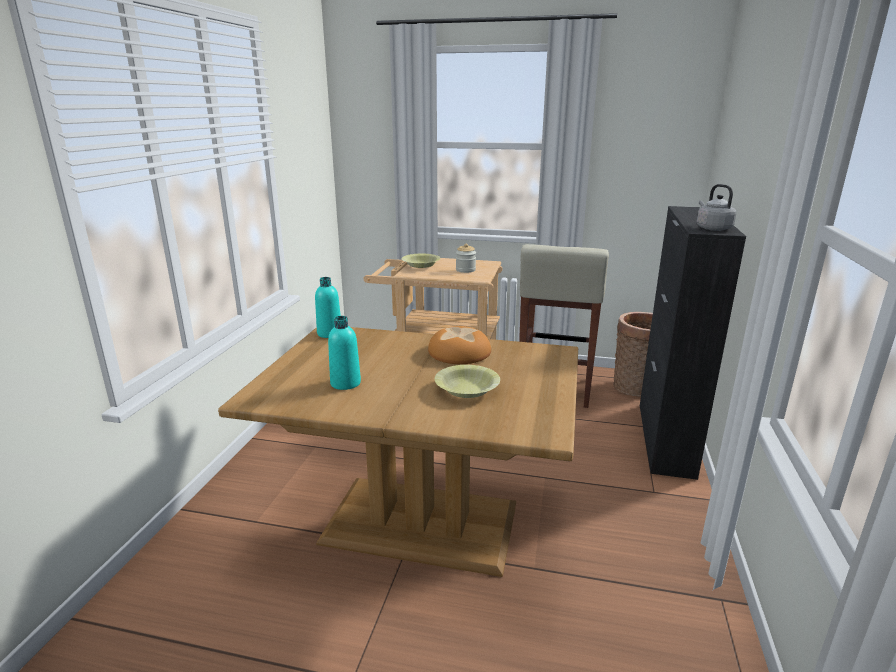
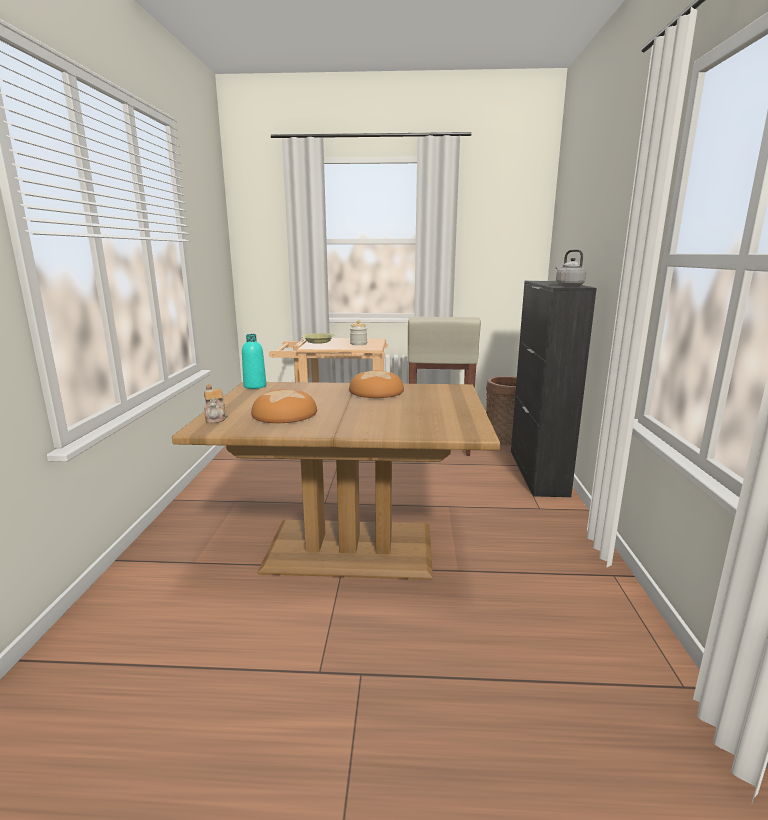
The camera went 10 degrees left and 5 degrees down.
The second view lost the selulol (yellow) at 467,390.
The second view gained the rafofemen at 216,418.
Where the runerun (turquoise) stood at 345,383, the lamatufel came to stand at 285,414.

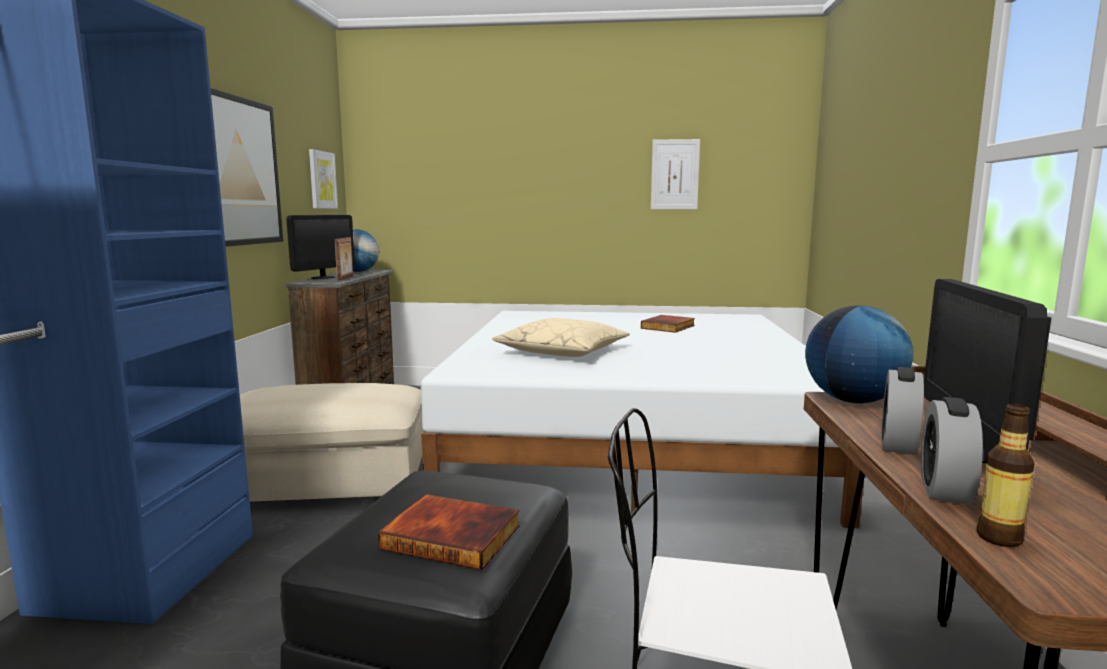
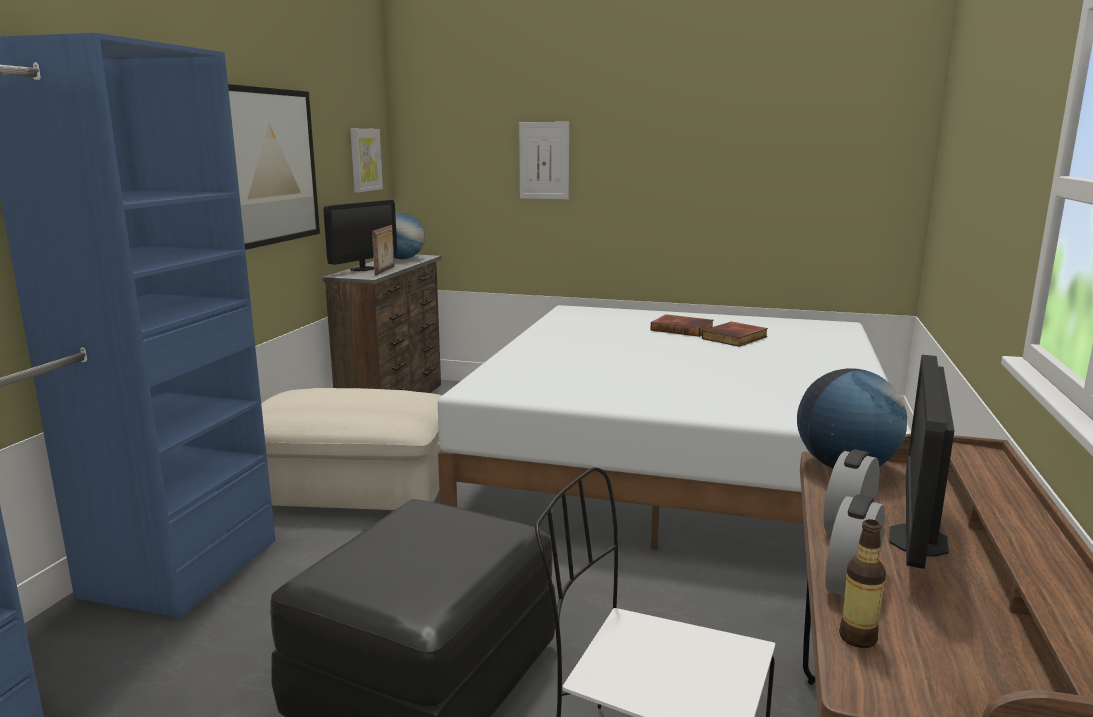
The camera went 10 degrees right and 5 degrees up.
The second view lost the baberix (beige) at 562,352.
The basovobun ended up elsewhere, having gone from 453,536 to 682,329.
The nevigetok ended up elsewhere, having gone from 675,174 to 544,160.

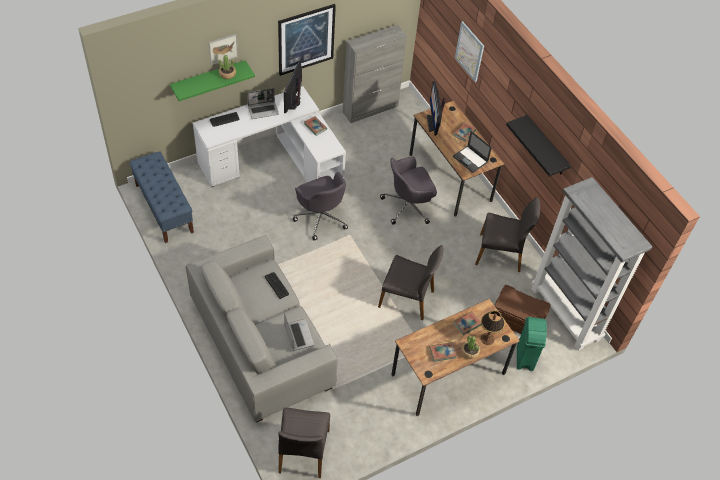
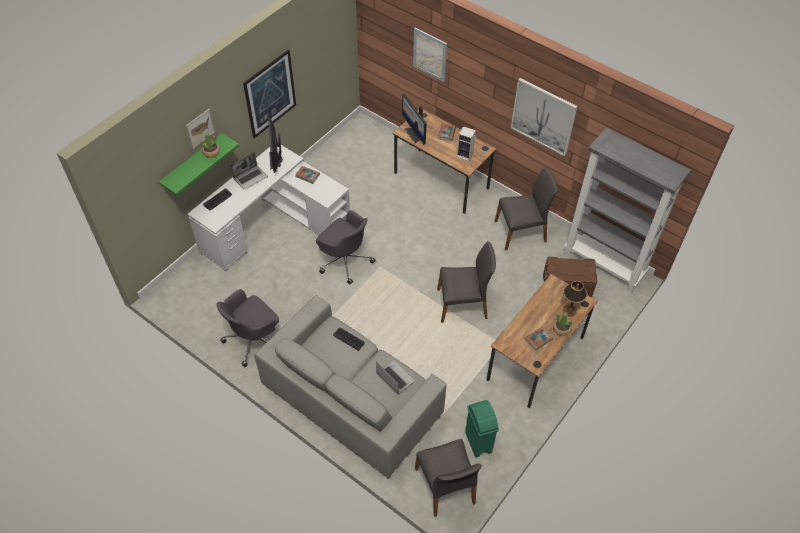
The camera went 20 degrees left and 0 degrees up.
The second view lost the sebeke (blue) at 164,208.
The second view lost the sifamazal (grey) at 370,109.
The second view lost the basovobun at 467,324.
The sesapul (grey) ended up elsewhere, having gone from 408,206 to 254,339.
The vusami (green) ended up elsewhere, having gone from 524,358 to 478,443.
Where the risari stood at 470,159, the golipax came to stand at 465,155.
Where the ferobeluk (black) hung at 546,146, the nevigetok came to hang at 543,116.

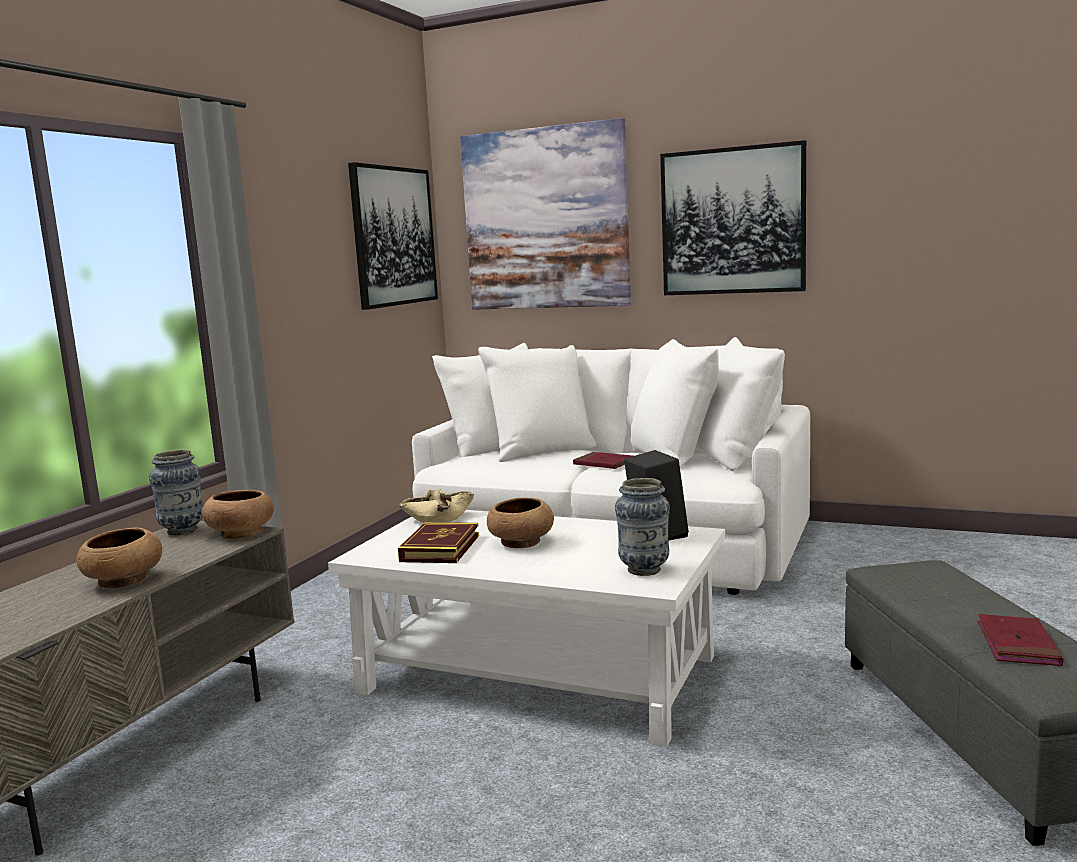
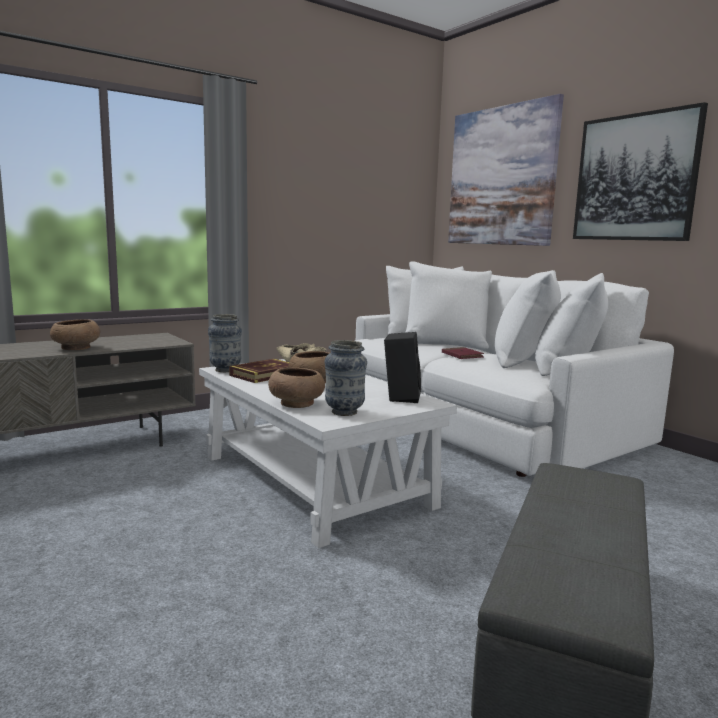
The camera went 30 degrees right and 0 degrees up.
The second view lost the nevigetok at 393,236.
The second view lost the basovobun (red) at 1017,644.
The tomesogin ended up elsewhere, having gone from 182,531 to 225,370.
The selulol (brown) ended up elsewhere, having gone from 241,533 to 297,403.

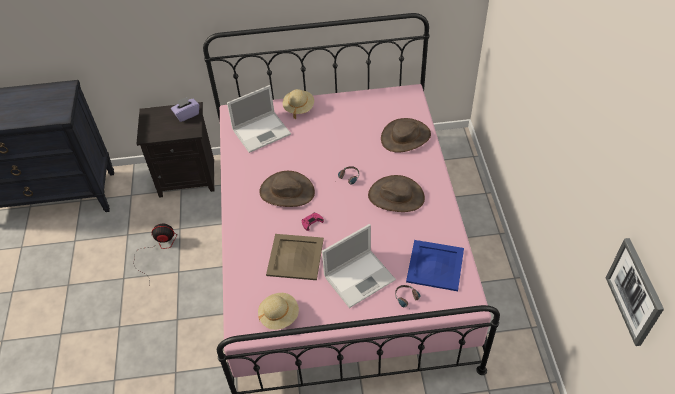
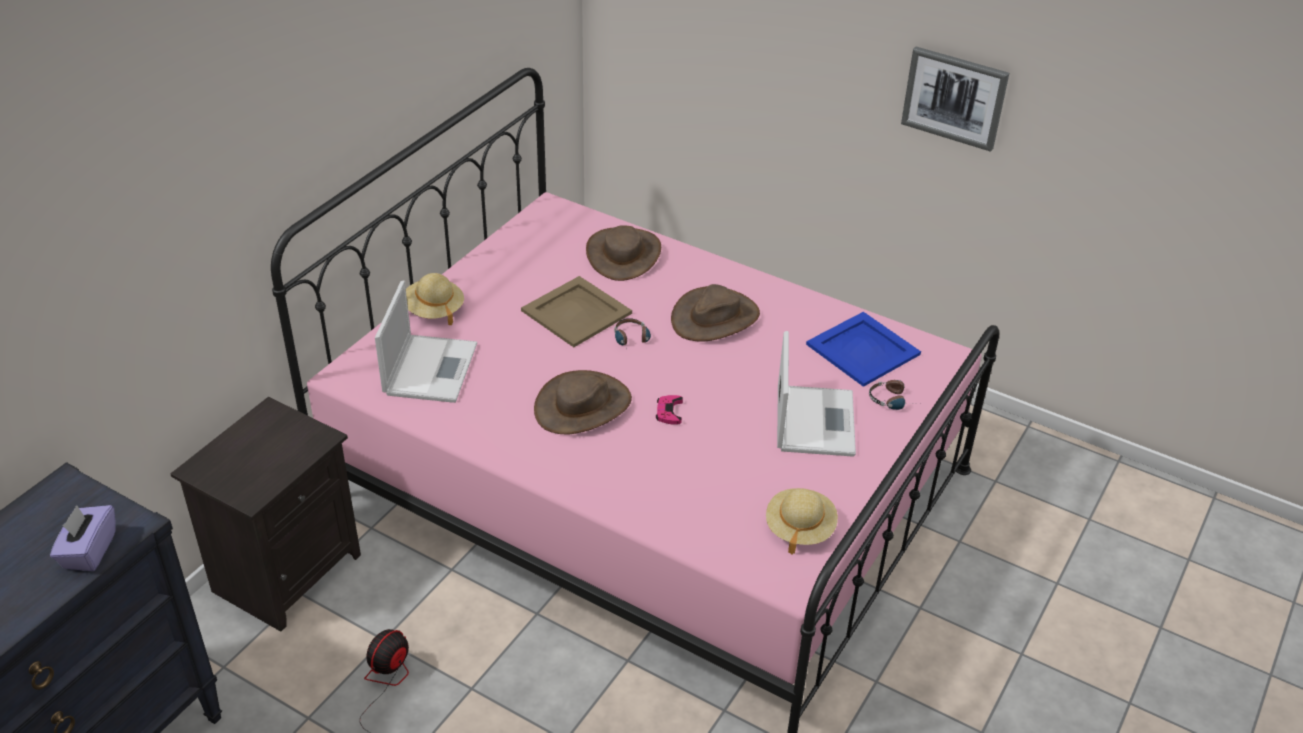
The camera went 55 degrees left and 10 degrees down.
The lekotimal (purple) ended up elsewhere, having gone from 187,114 to 89,551.
The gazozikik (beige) ended up elsewhere, having gone from 295,257 to 577,312.
The nevigetok ended up elsewhere, having gone from 635,291 to 954,97.

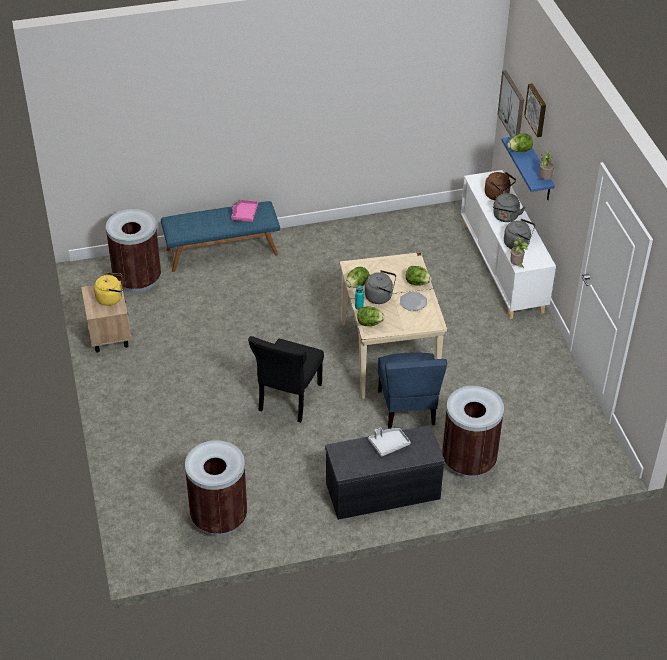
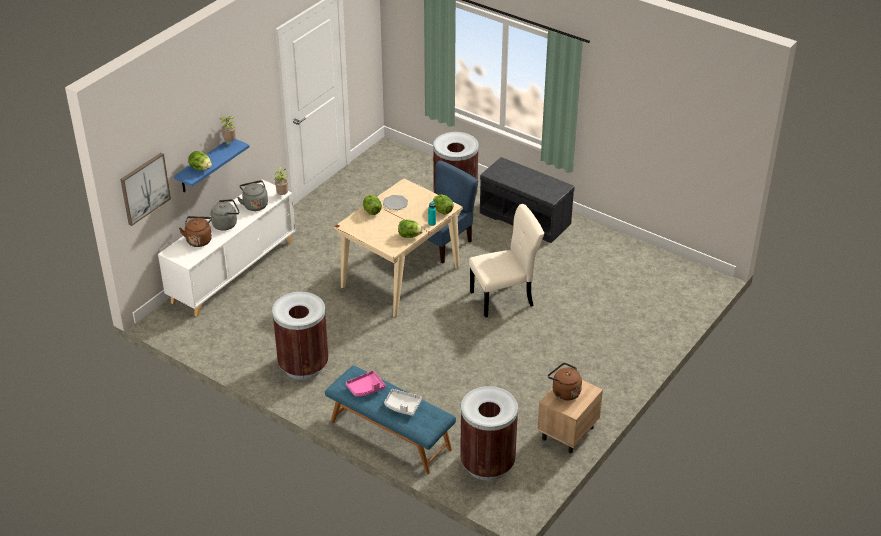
The camera went 130 degrees left and 5 degrees down.
The second view lost the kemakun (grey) at 380,297.
The second view lost the nevigetok at 537,110.
The vusami (brown) ended up elsewhere, having gone from 219,517 to 303,366.
The gazozikik (grey) ended up elsewhere, having gone from 388,444 to 402,406.
What was the kemakun (yellow) at 111,298 turned into the kemakun (brown) at 564,392.
What was the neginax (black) at 288,399 turned into the neginax (beige) at 504,298.

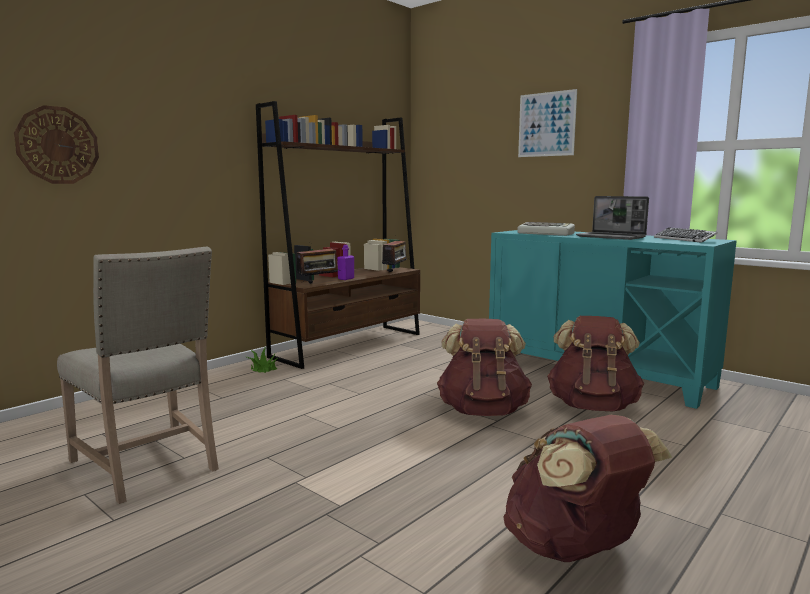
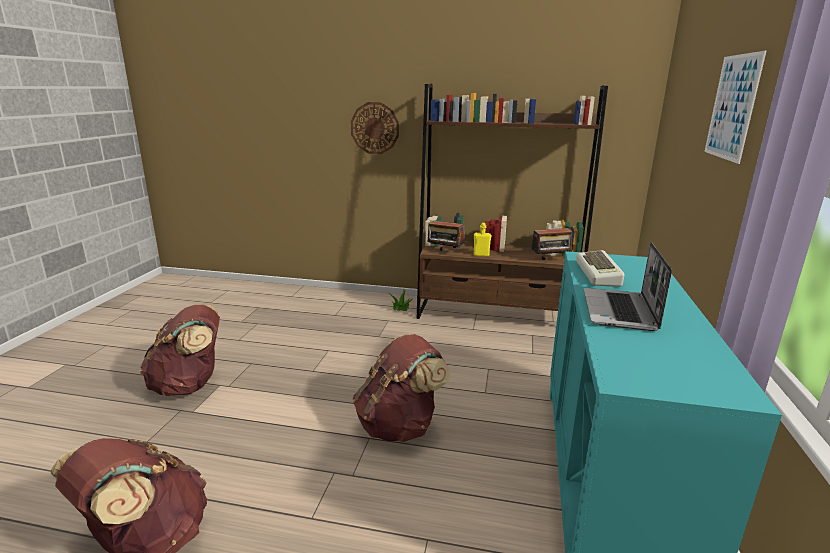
The camera went 60 degrees right and 10 degrees up.
The second view lost the neginax (beige) at 149,465.
The second view lost the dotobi at 684,239.
The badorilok ended up elsewhere, having gone from 57,145 to 375,128.
The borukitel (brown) ended up elsewhere, having gone from 592,406 to 190,385.
What was the runerun (purple) at 346,279 turned into the runerun (yellow) at 481,255.

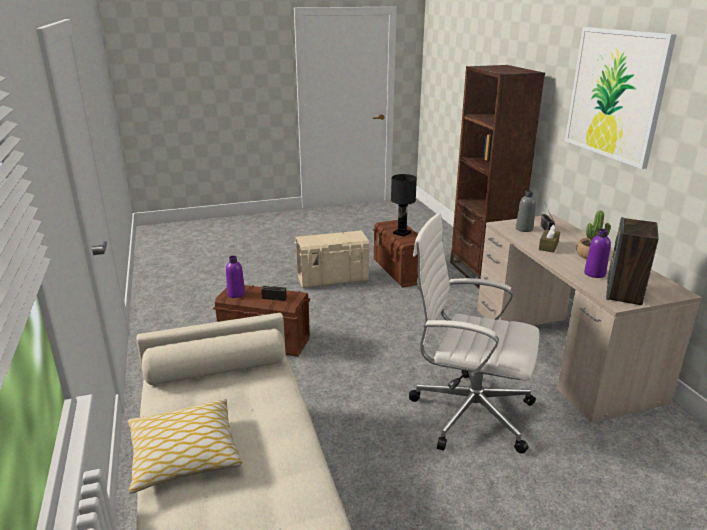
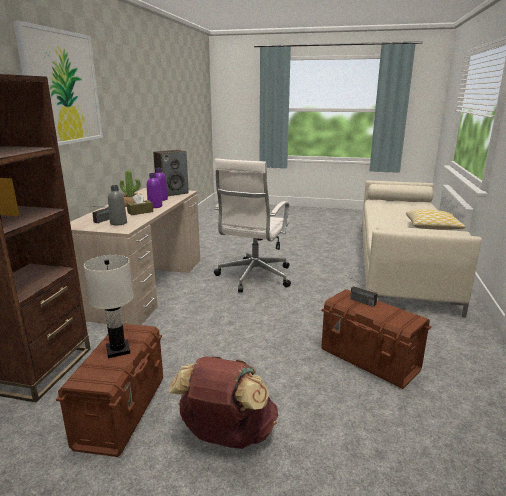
The camera went 150 degrees left and 5 degrees down.
The runerun (purple) ended up elsewhere, having gone from 236,294 to 155,206.
Where the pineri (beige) stood at 333,278, the borukitel (brown) came to stand at 226,436.
What was the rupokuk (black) at 402,233 turned into the rupokuk (white) at 117,350.
The sesapul (white) at 468,412 ended up facing another way, 60 degrees clockwise from before.

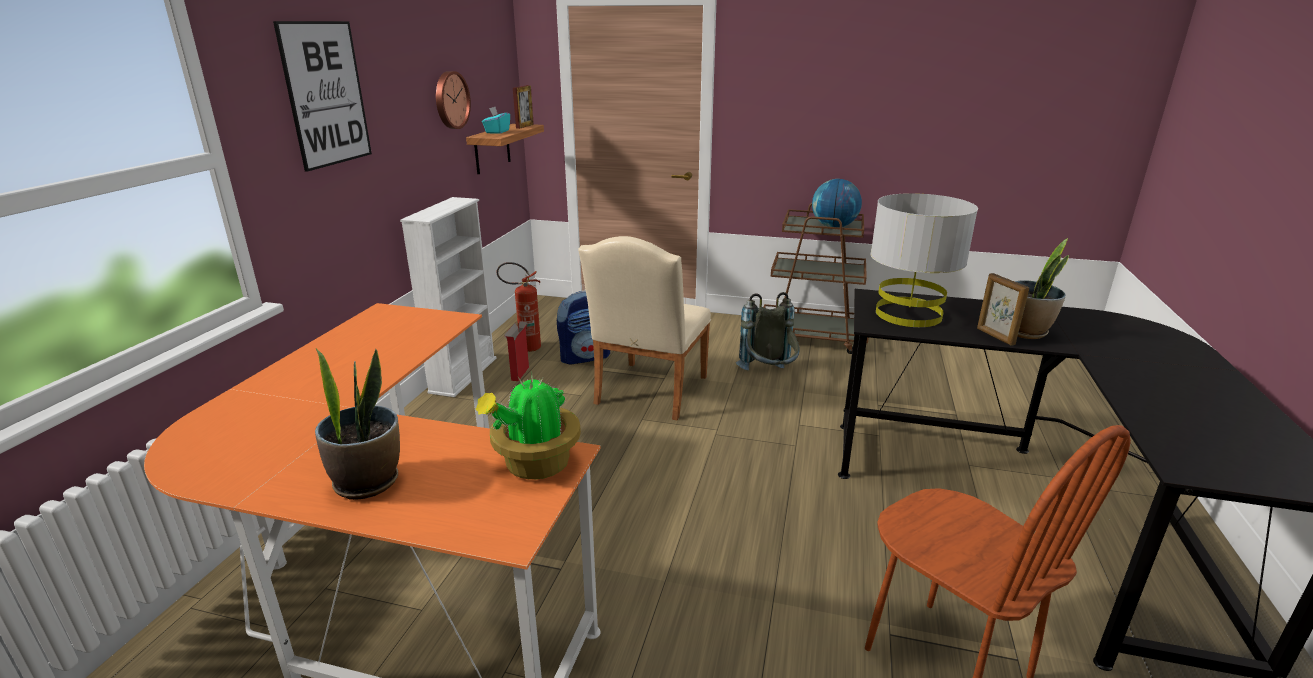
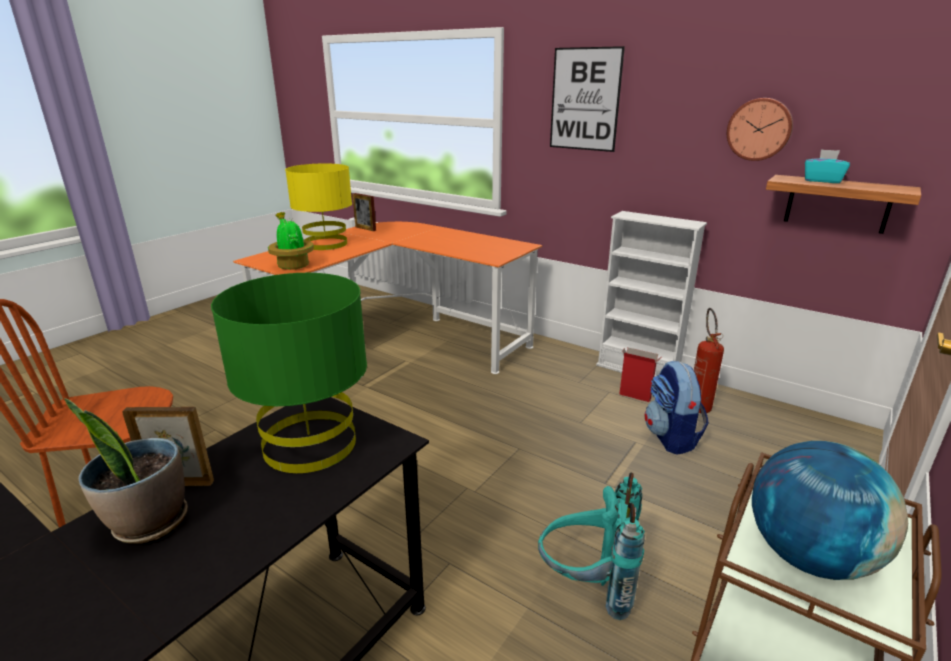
The camera went 110 degrees right and 0 degrees up.
The second view lost the neginax (beige) at 648,393.
The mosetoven ended up elsewhere, having gone from 524,126 to 365,228.
Where the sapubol stood at 368,481, the rupokuk (yellow) came to stand at 325,244.
What was the borukitel (grey) at 768,376 turned into the borukitel (turquoise) at 587,586.
What was the rupokuk (grey) at 908,314 turned into the rupokuk (green) at 309,444.

